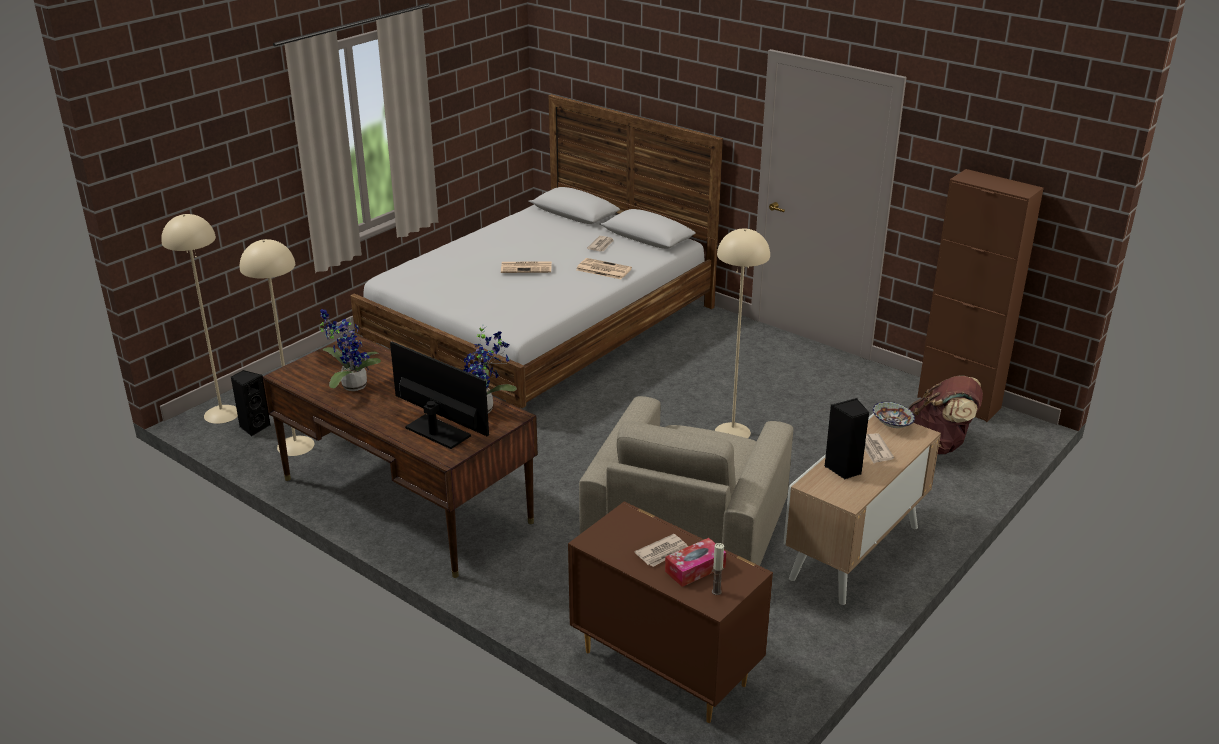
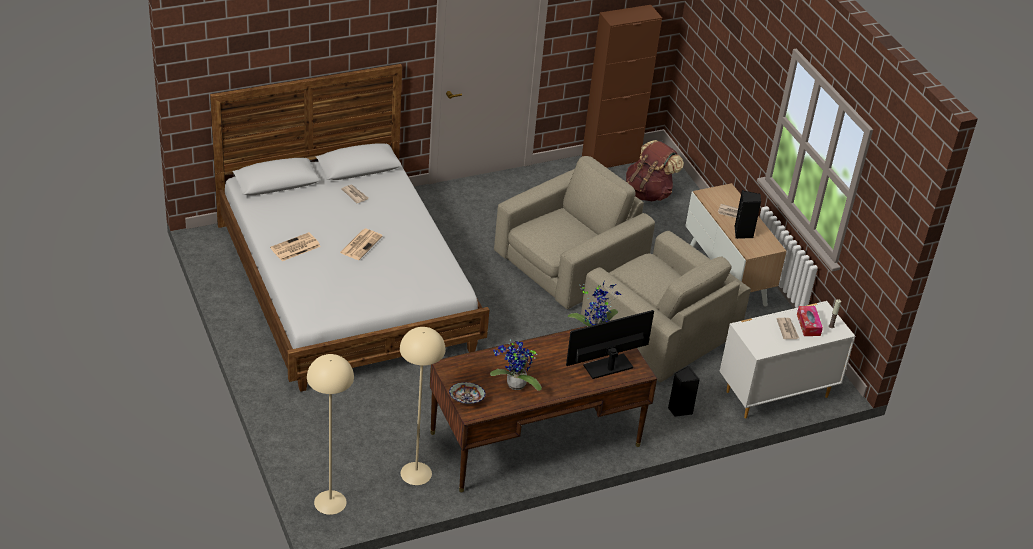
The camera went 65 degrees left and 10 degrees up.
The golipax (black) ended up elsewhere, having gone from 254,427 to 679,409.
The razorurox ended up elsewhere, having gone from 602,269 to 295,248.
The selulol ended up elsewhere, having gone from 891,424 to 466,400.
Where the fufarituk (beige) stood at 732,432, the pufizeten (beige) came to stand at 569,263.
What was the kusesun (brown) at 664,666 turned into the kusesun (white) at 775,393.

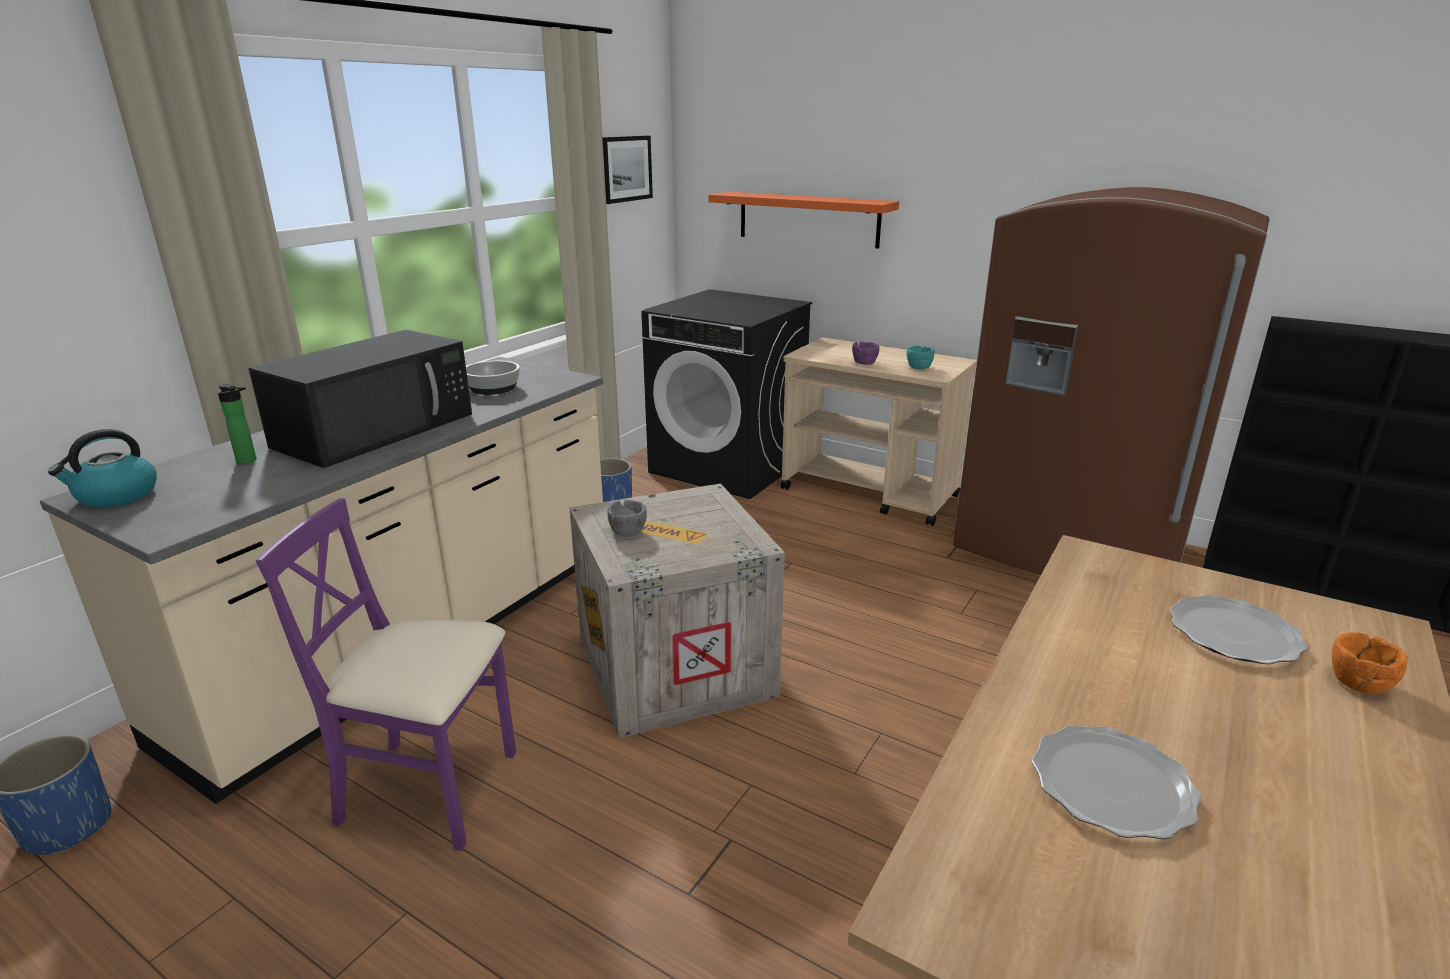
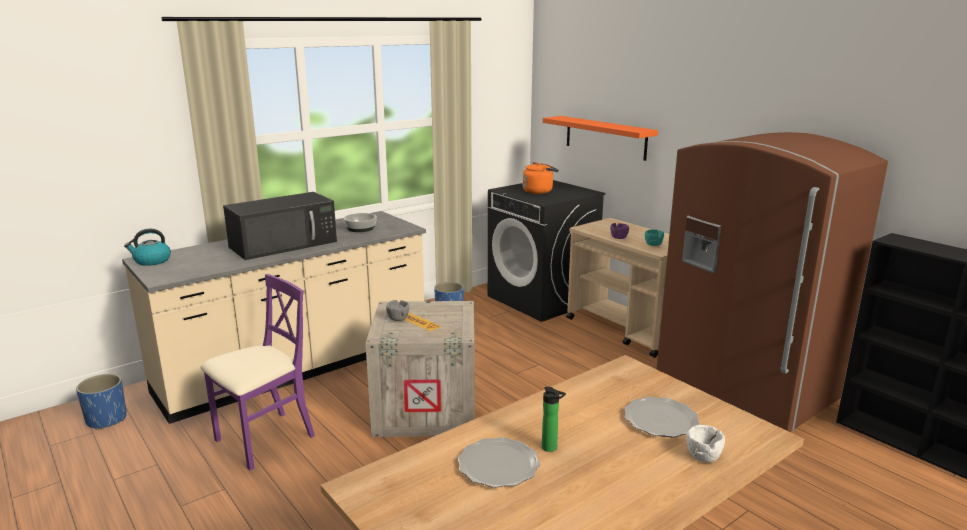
The camera went 20 degrees right and 5 degrees down.
The second view lost the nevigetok at 625,169.
The second view gained the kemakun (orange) at 539,191.
The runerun ended up elsewhere, having gone from 249,461 to 551,448.
What was the selulol (orange) at 1358,682 turned into the selulol (white) at 703,456.
The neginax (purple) at 430,789 ended up facing another way, 105 degrees clockwise from before.

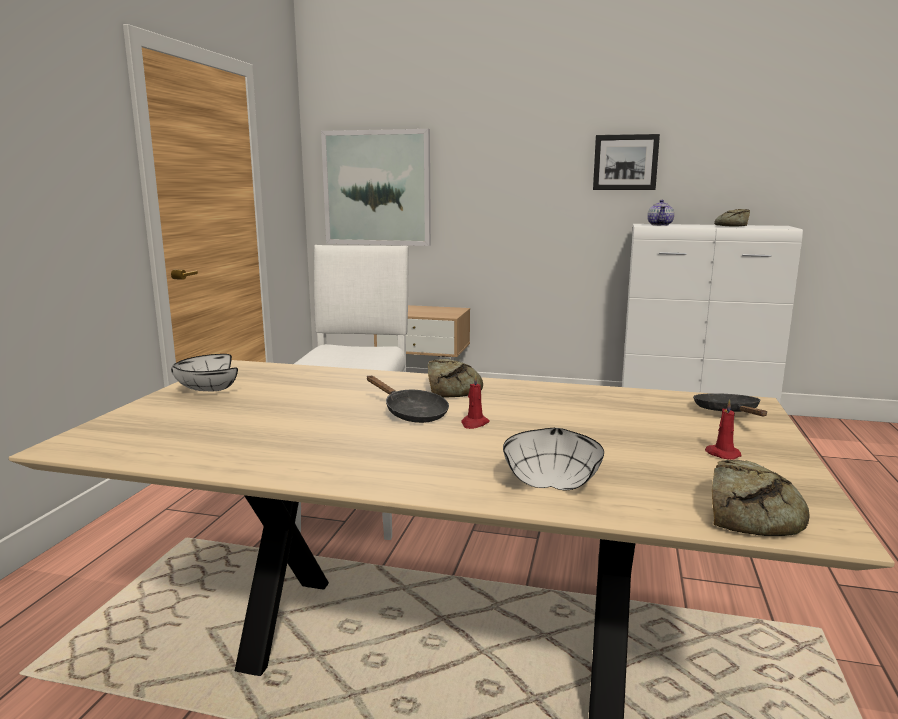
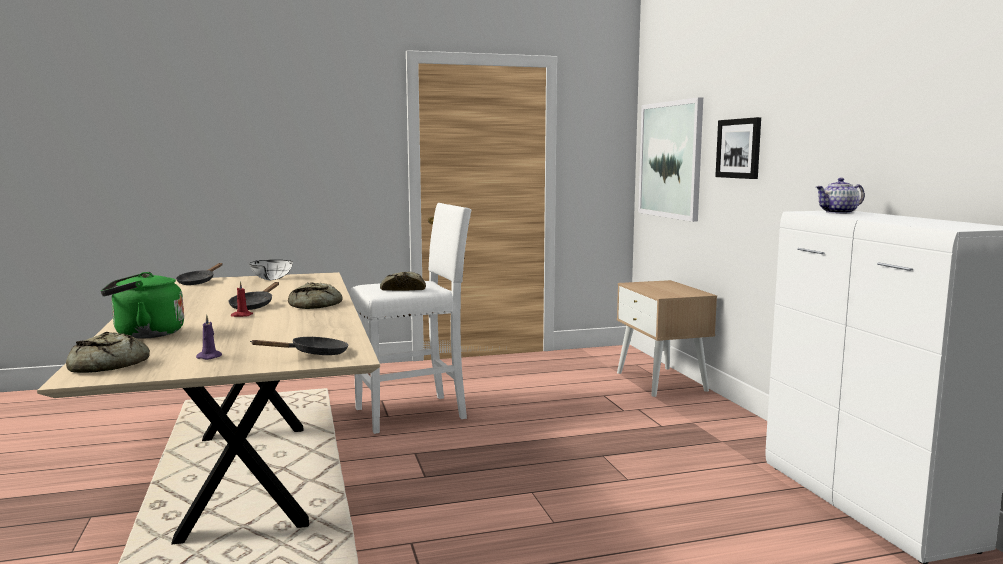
The camera went 60 degrees right and 5 degrees down.
The second view gained the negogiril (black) at 198,282.
The nevigetok ended up elsewhere, having gone from 625,162 to 739,148.
The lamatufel ended up elsewhere, having gone from 733,226 to 402,289.
Where the selulol (white) stood at 551,482, the kemakun (green) came to stand at 144,334.
What was the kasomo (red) at 721,454 turned into the kasomo (purple) at 210,357.

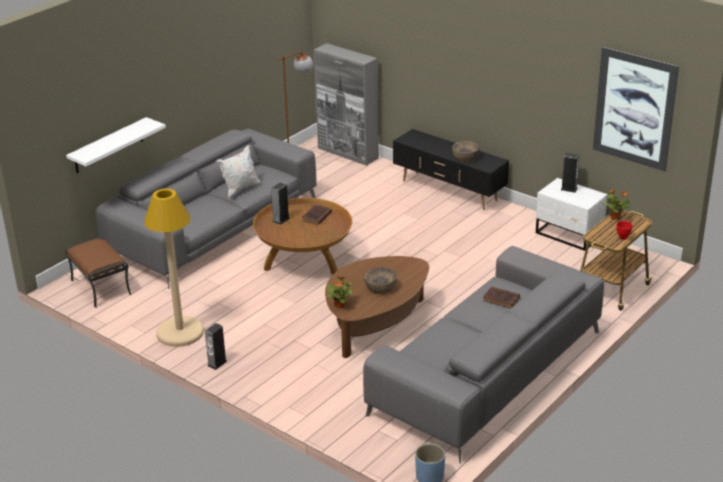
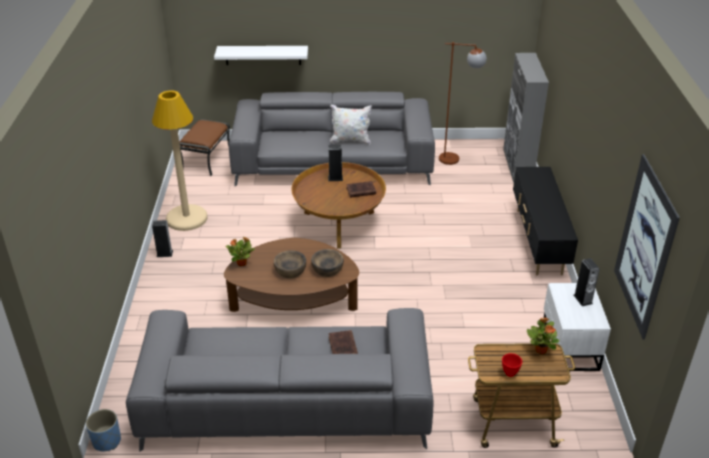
The camera went 50 degrees right and 5 degrees up.
The selulol (brown) ended up elsewhere, having gone from 465,157 to 327,269.

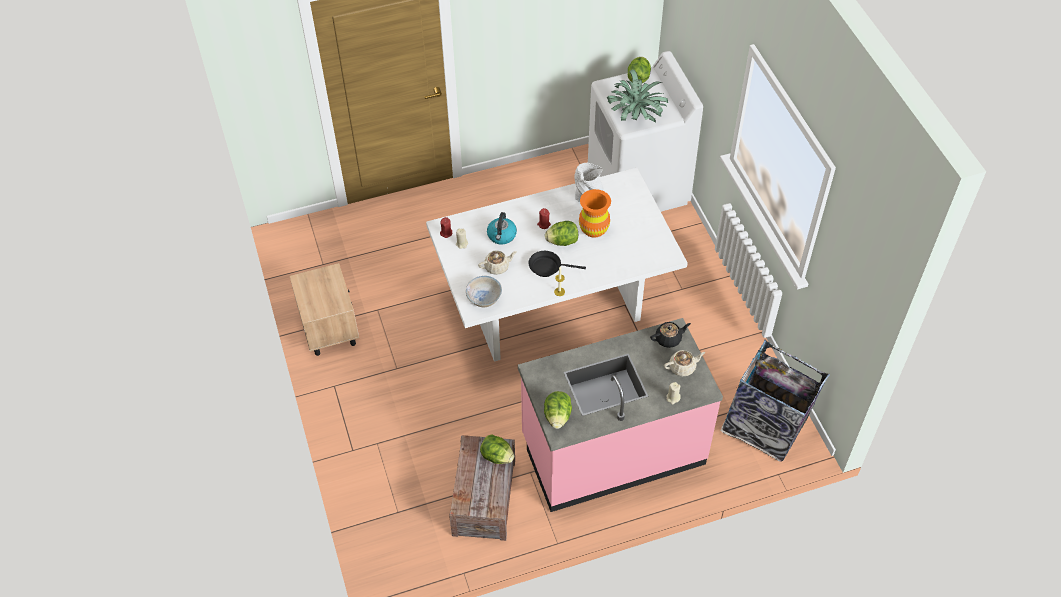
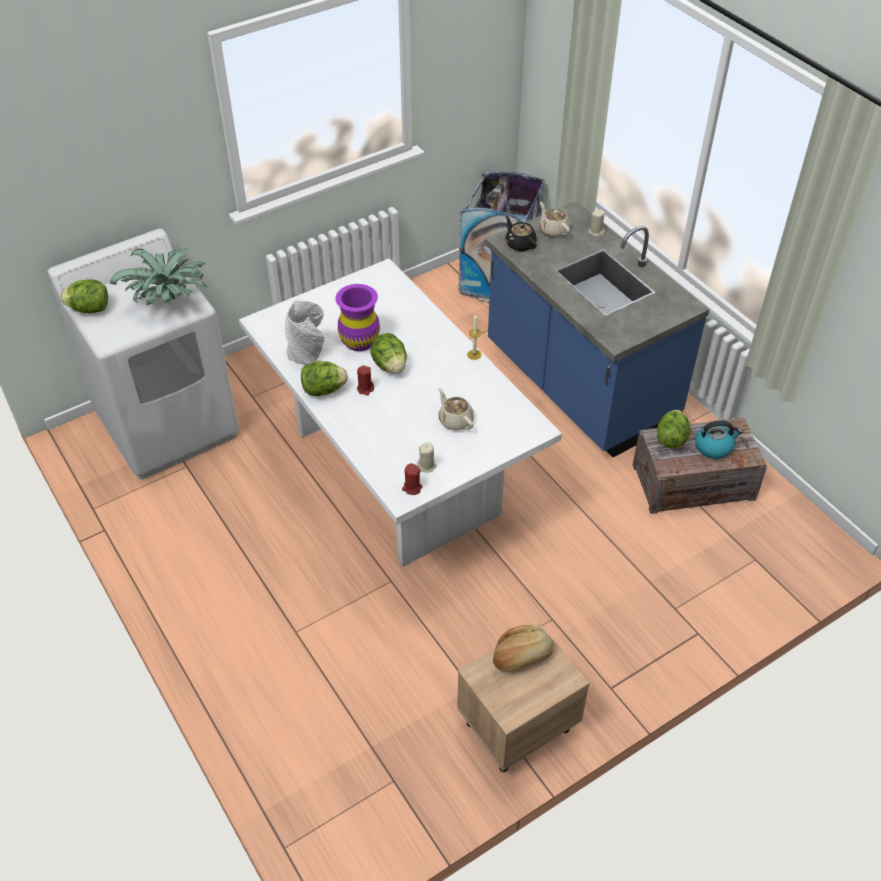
The camera went 105 degrees left and 5 degrees down.
The second view lost the selulol (white) at 484,298.
The second view lost the negogiril (black) at 548,267.
The second view gained the lamatufel at 522,656.
The kemakun ended up elsewhere, having gone from 502,236 to 714,447.
The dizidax ended up elsewhere, having gone from 557,416 to 323,390.
What was the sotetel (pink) at 612,449 turned into the sotetel (blue) at 578,385.
What was the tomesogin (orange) at 594,229 turned into the tomesogin (purple) at 359,341.

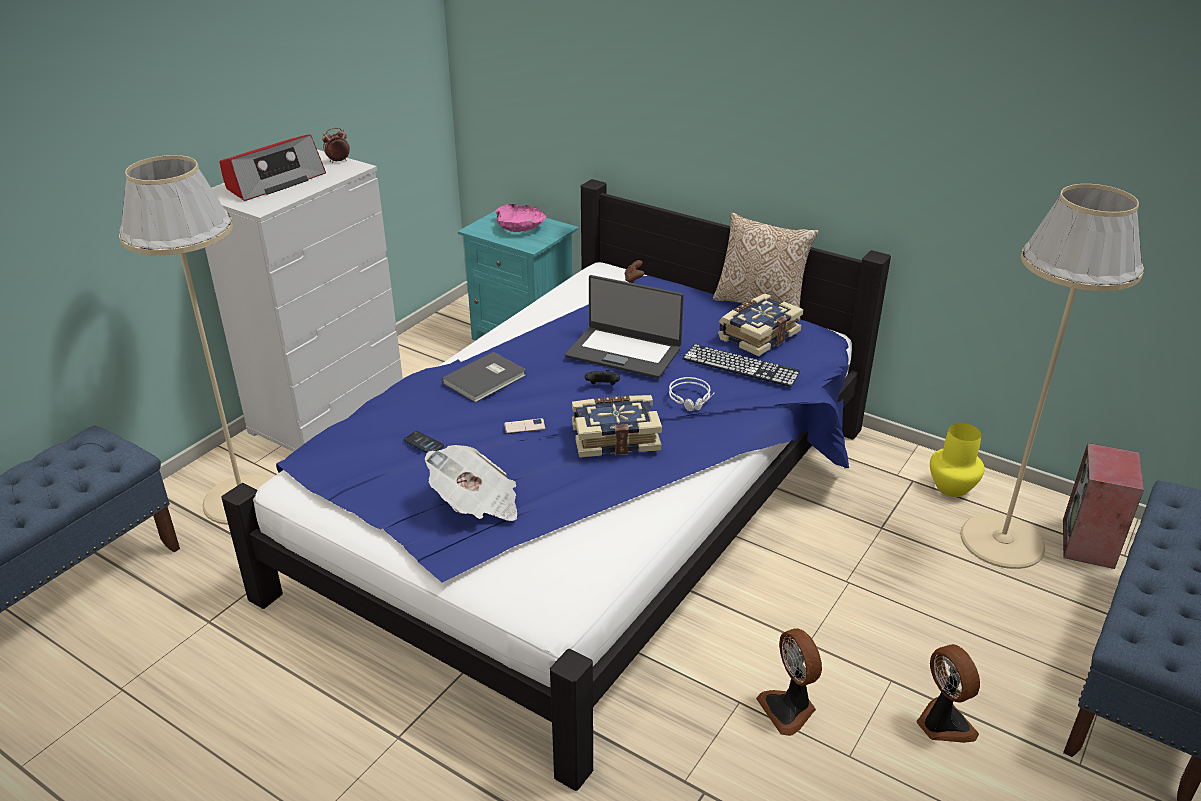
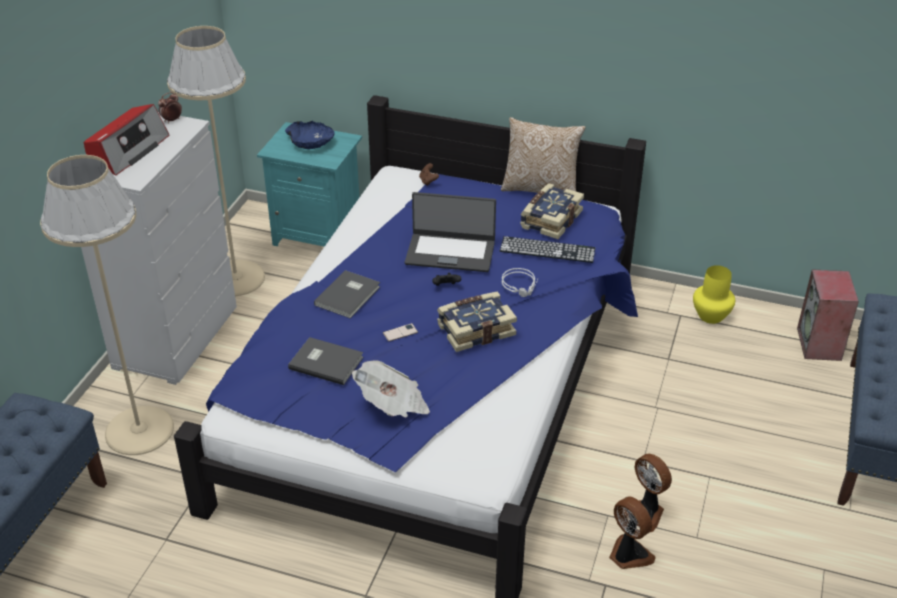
The camera went 15 degrees left and 5 degrees up.
The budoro ended up elsewhere, having gone from 942,724 to 628,555.
The fufarituk (beige) ended up elsewhere, having gone from 1002,540 to 236,278.
Where the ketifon stood at 423,443, the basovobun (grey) came to stand at 326,361.
What was the selulol (pink) at 519,226 turned into the selulol (blue) at 310,142.

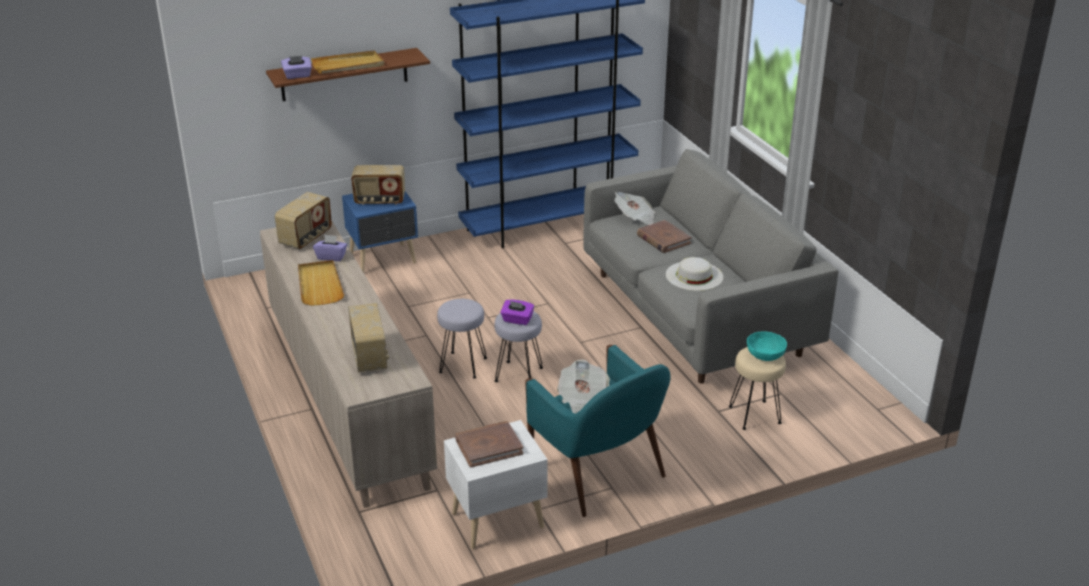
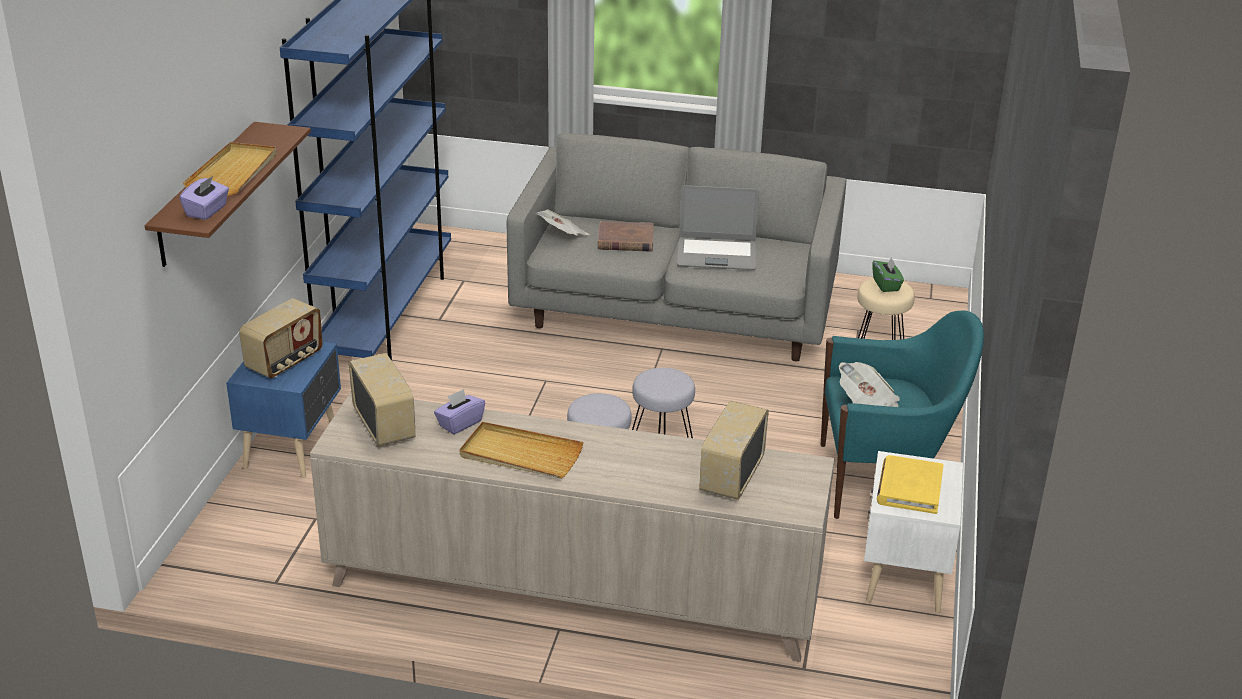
The camera went 55 degrees left and 0 degrees up.
The second view lost the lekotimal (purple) at 517,320.
Where the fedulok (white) stood at 694,276, the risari came to stand at 716,255.
Where the selulol (turquoise) stood at 765,355, the lekotimal (green) came to stand at 886,285.
What was the basovobun (brown) at 488,446 turned into the basovobun (yellow) at 909,488.
The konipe at 370,356 ended up facing another way, 90 degrees counterclockwise from before.

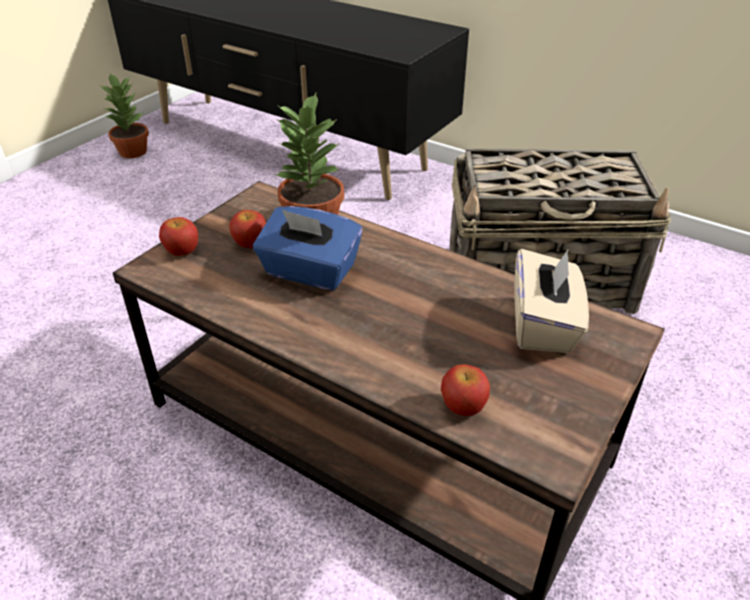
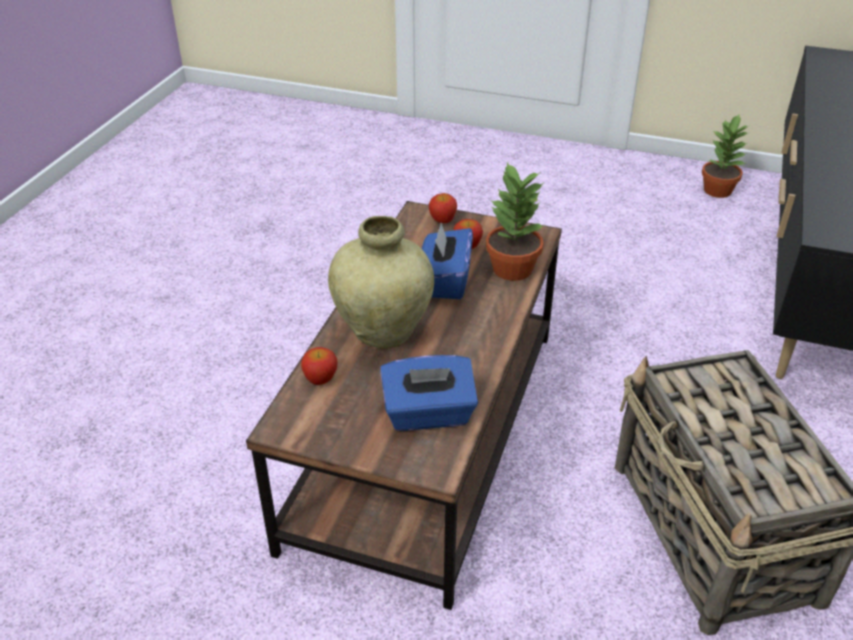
The camera went 75 degrees right and 0 degrees up.
The second view gained the tomesogin (beige) at 383,332.
What was the lekotimal (beige) at 543,325 turned into the lekotimal (blue) at 428,414.

